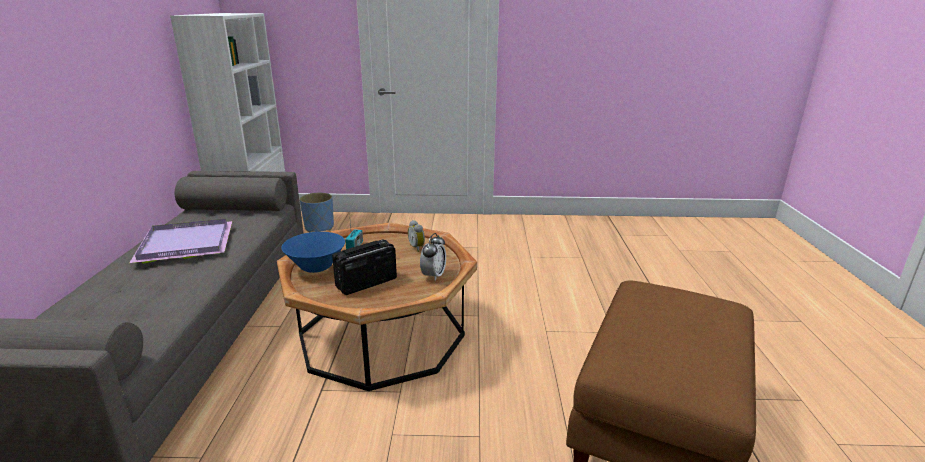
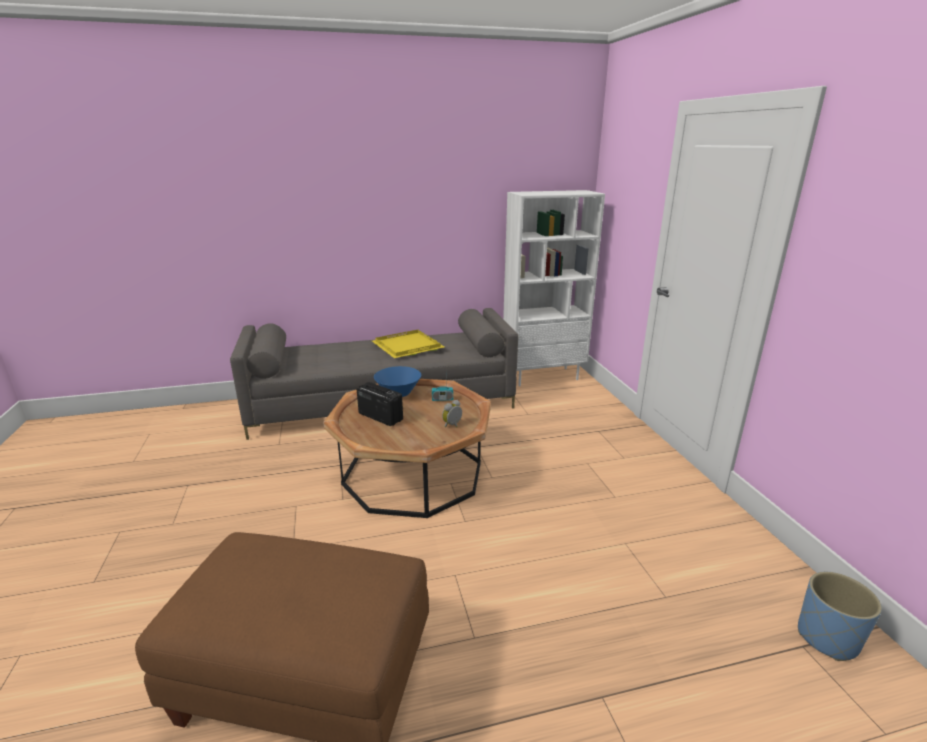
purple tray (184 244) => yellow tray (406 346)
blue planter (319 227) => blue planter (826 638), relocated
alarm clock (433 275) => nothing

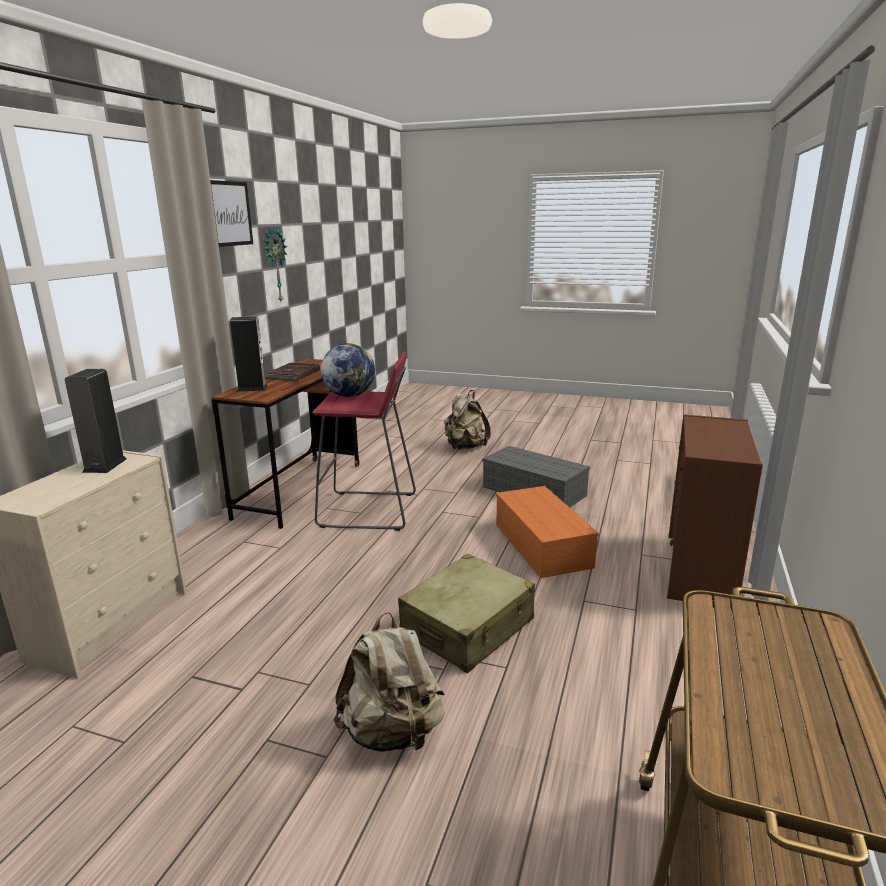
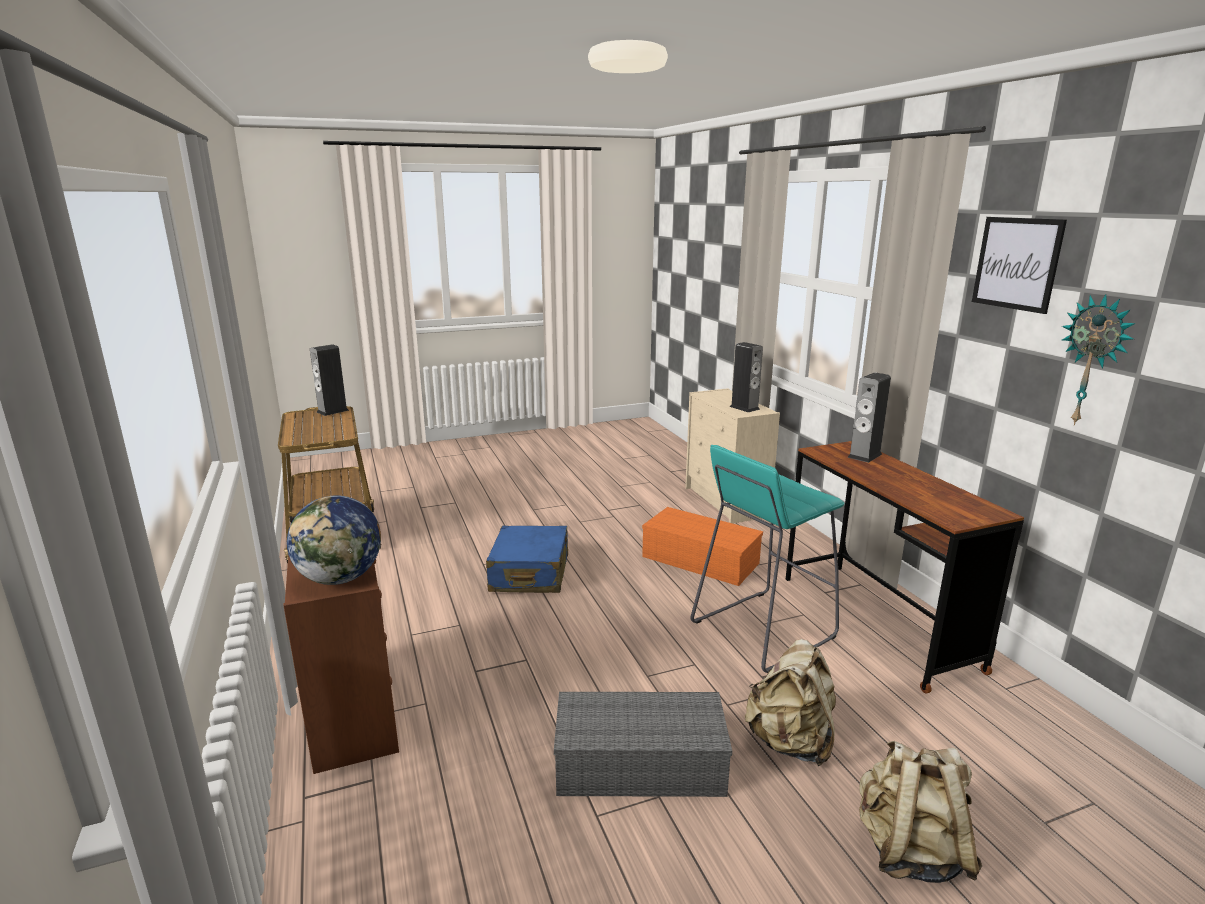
globe (349 395) => globe (341 578), relocated
nothing => speaker (332 411)
beige suitcase (468 627) => blue suitcase (529 573)
orange storage box (544 545) => orange storage box (698 560), relocated
red stool (369 511) => turquoise stool (762 629)
beige backpack (392 733) => beige backpack (790 742), relocated
brown book (293 374) => nothing

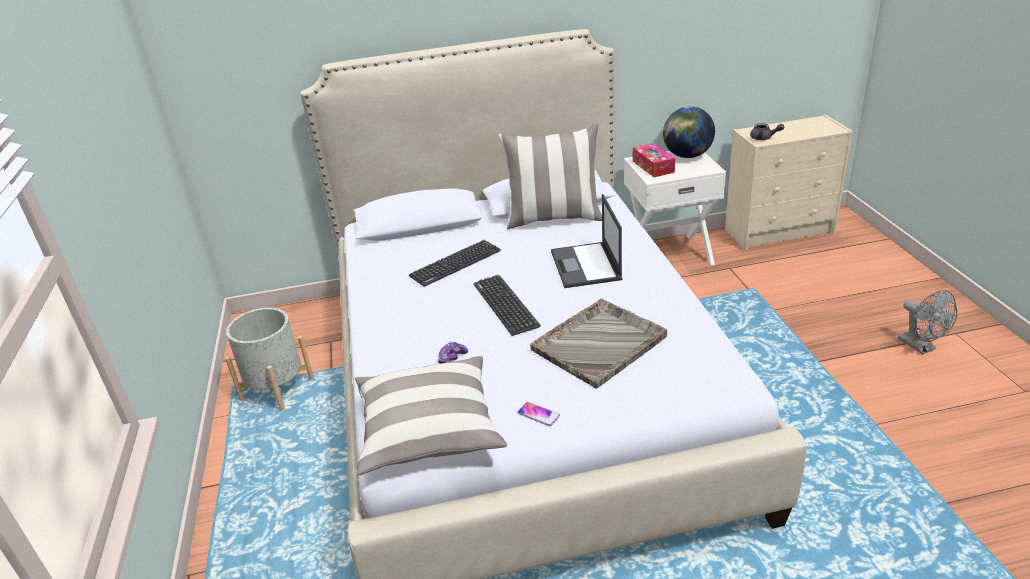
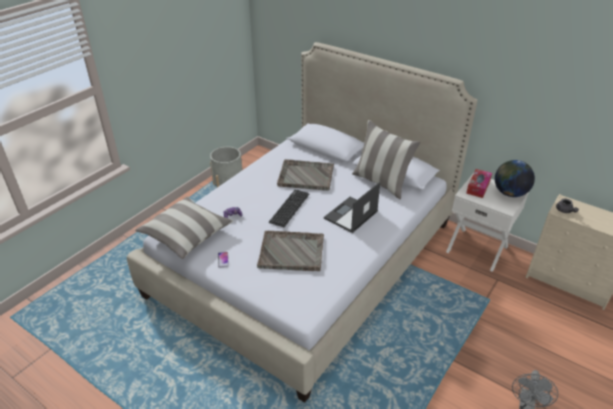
keyboard (455 263) => grey tray (305 176)

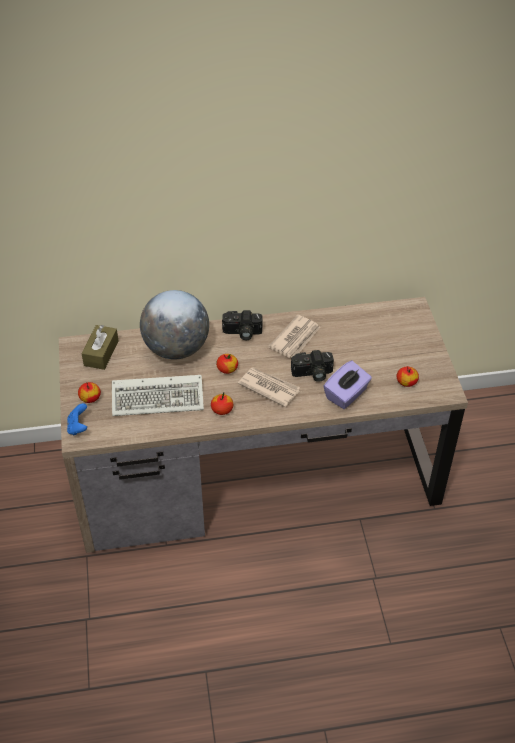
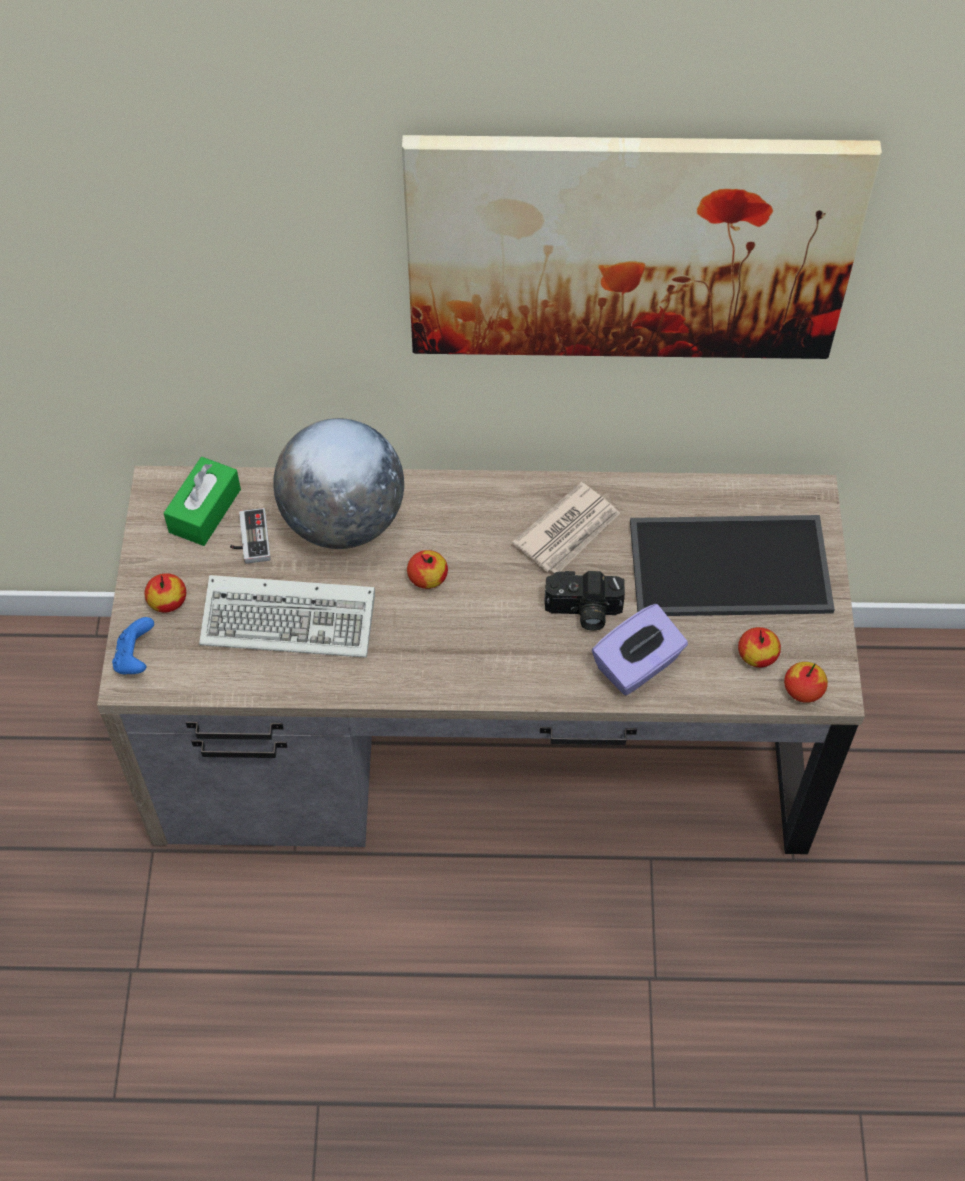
brown tissue box (101 353) => green tissue box (205 510)
nothing => game controller (249 539)
nothing => picture (629 247)
nothing => tray (728 569)
apple (222 410) => apple (803 689), relocated
photo camera (242 333) => nothing
newspaper (269 387) => nothing

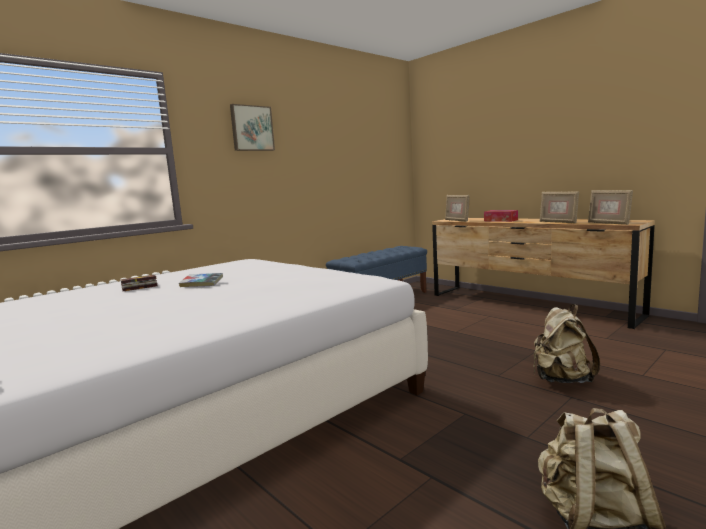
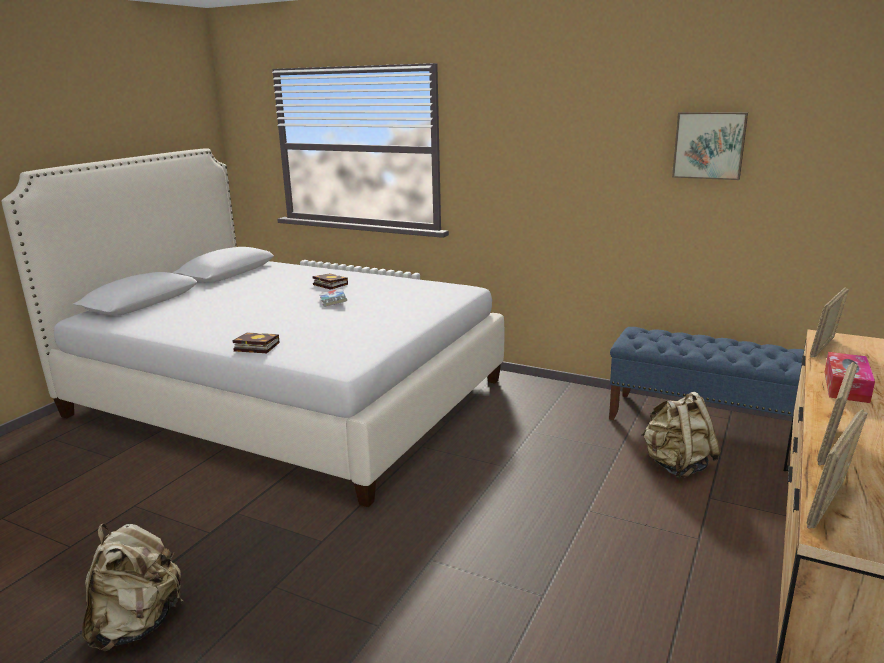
nothing => book (254 347)
beige backpack (561 379) => beige backpack (676 466), relocated
picture (251 128) => picture (709 145), relocated

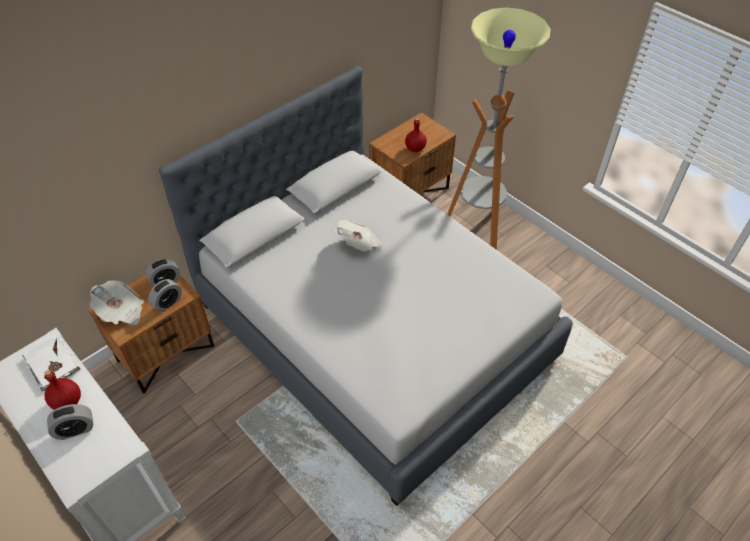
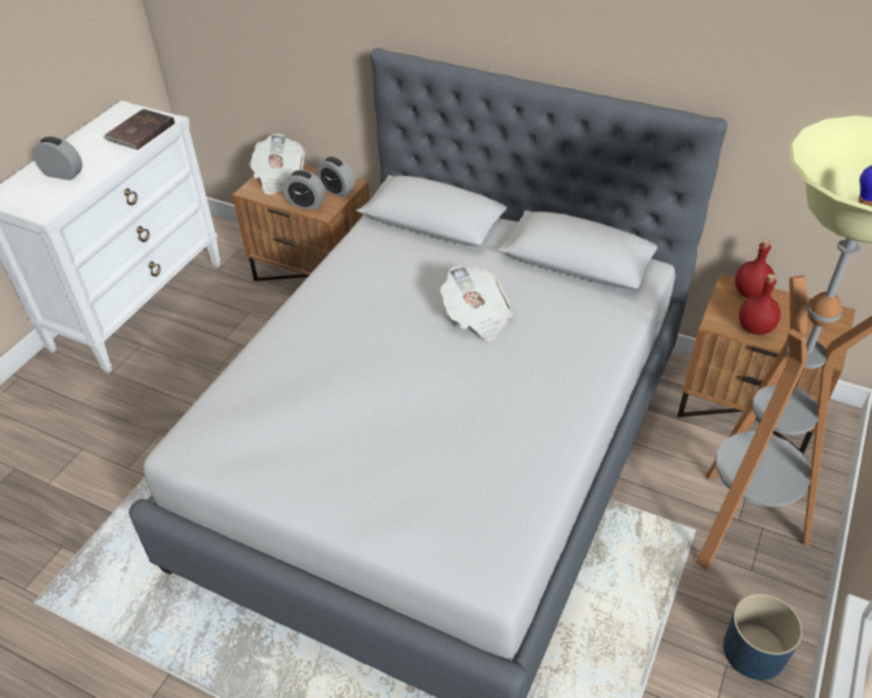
alarm clock (75 429) => alarm clock (63 174), 150 degrees clockwise
white book (51 364) => brown book (140 132)
nothing => blue planter (754 651)
red bottle (67 402) => red bottle (751 292), relocated

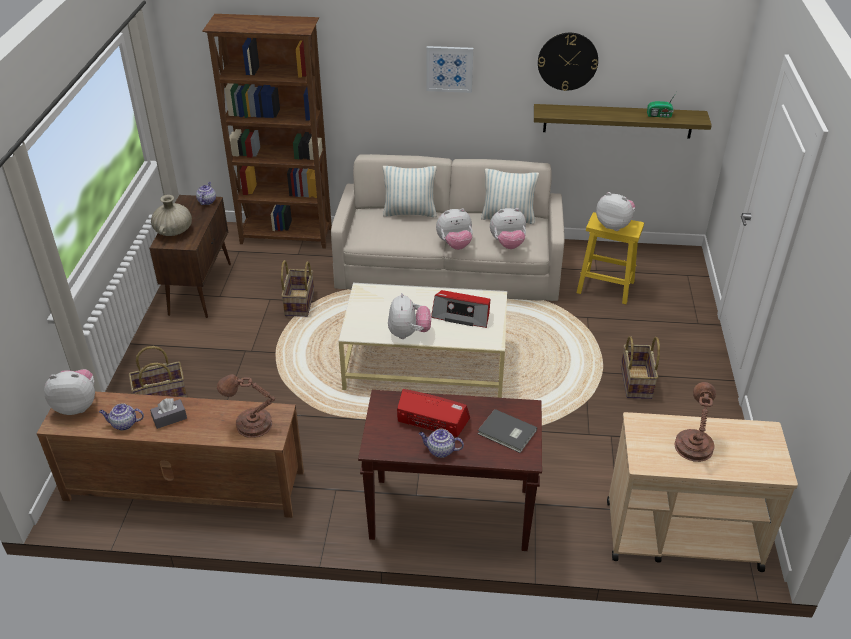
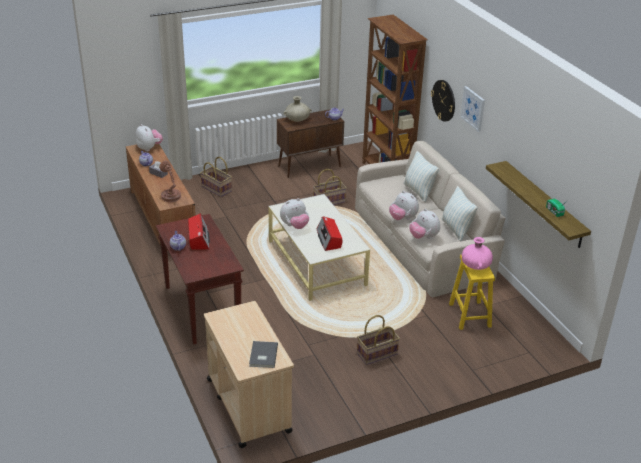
grey book (507 433) => grey book (262 356), relocated
wall clock (567 61) => wall clock (444 100), relocated
plush toy (614 225) => pink vase (475 265)
brown table lamp (693 444) => nothing

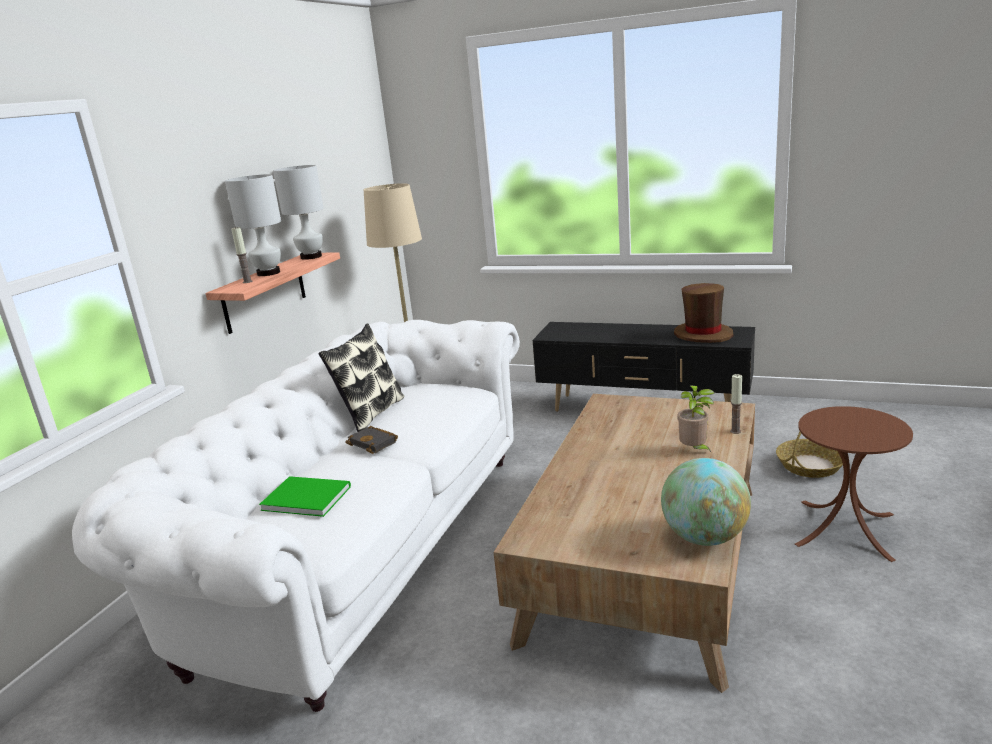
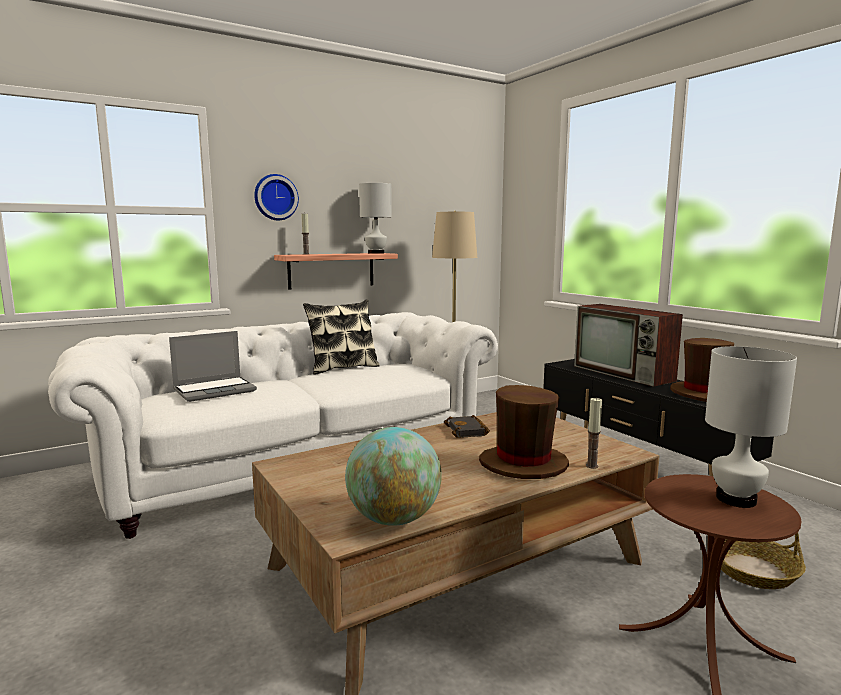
green book (305 497) => laptop (215 390)
nothing => wall clock (275 197)
black book (374 443) => black book (468 431), relocated
potted plant (694 450) => brown hat (523 464)
nothing => television (624 373)
white table lamp (268 273) => white table lamp (735 499), relocated

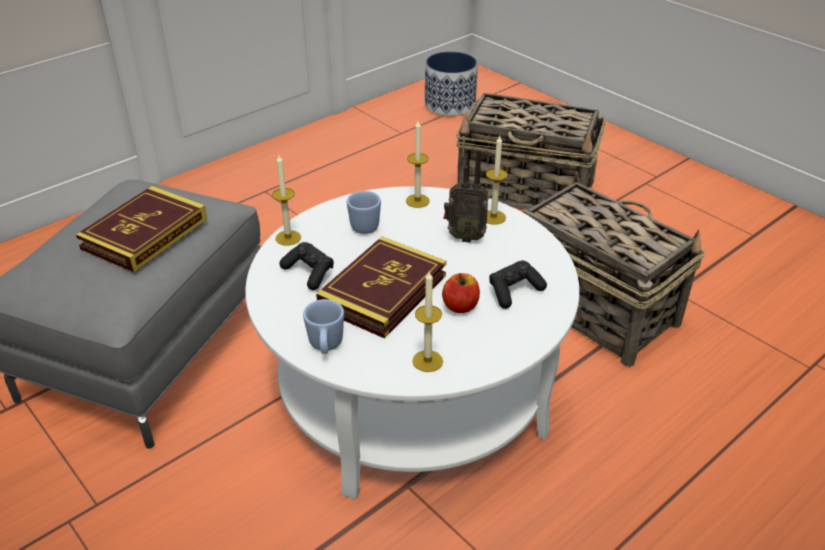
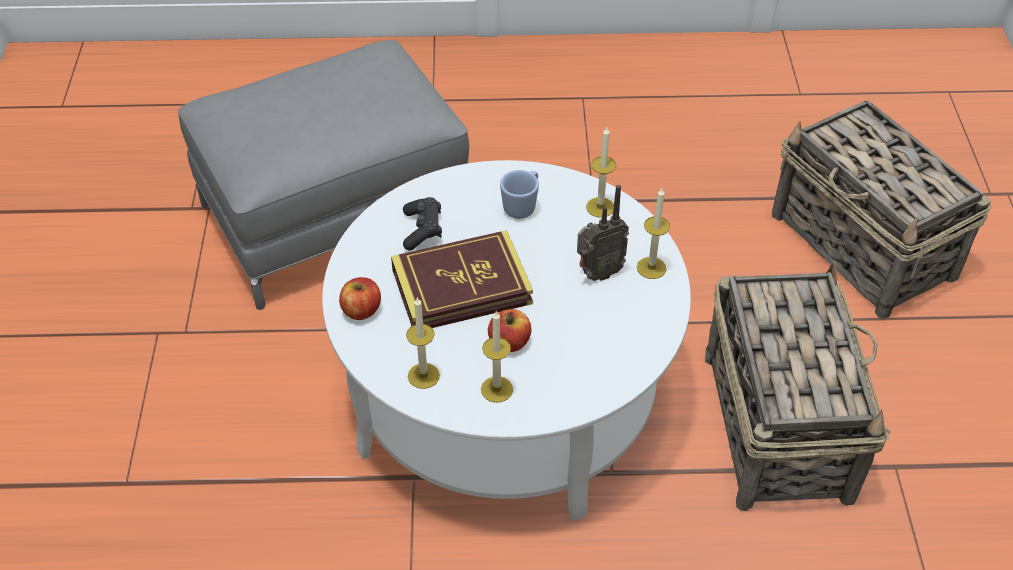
blue mug (326 347) => apple (361 310)
candle (288 238) => candle (496 389), relocated
radio (464 237) => radio (597 273), 75 degrees counterclockwise
book (145 234) => nothing
planter (450 105) => nothing
black game controller (514 291) => nothing

